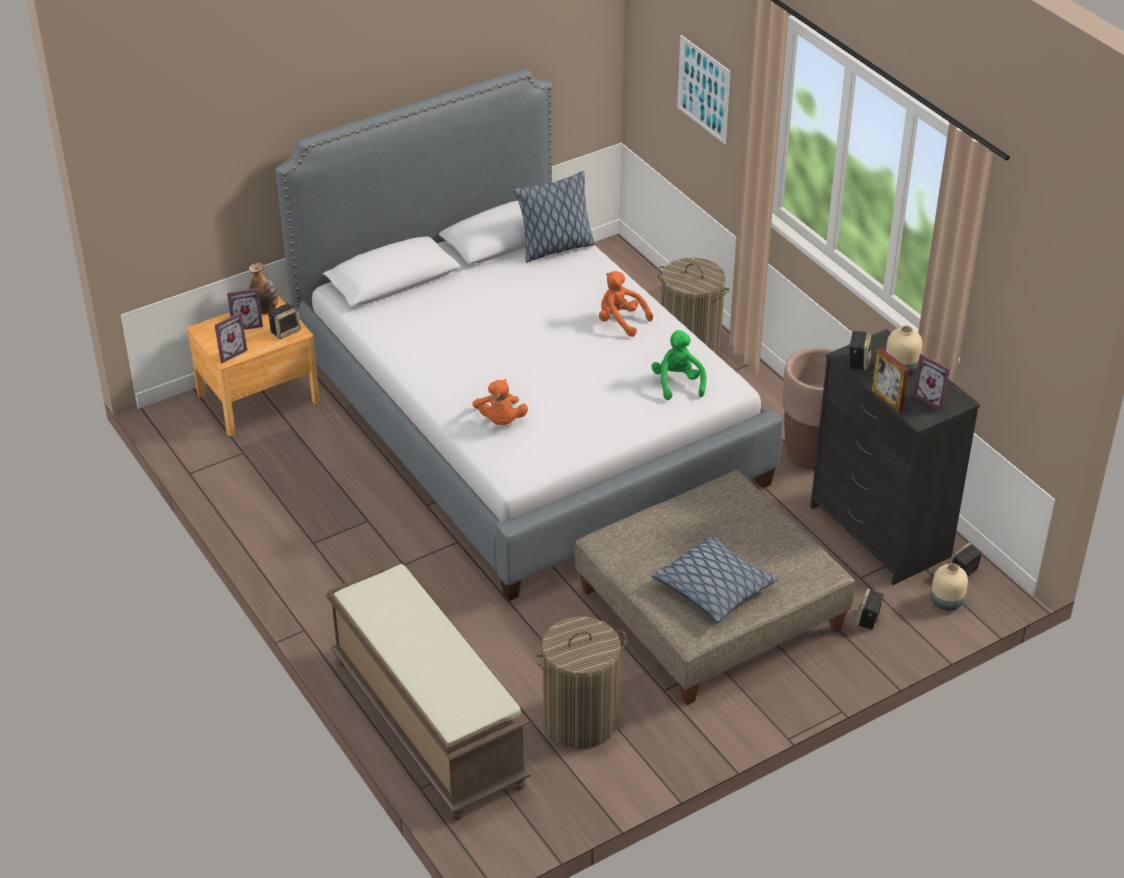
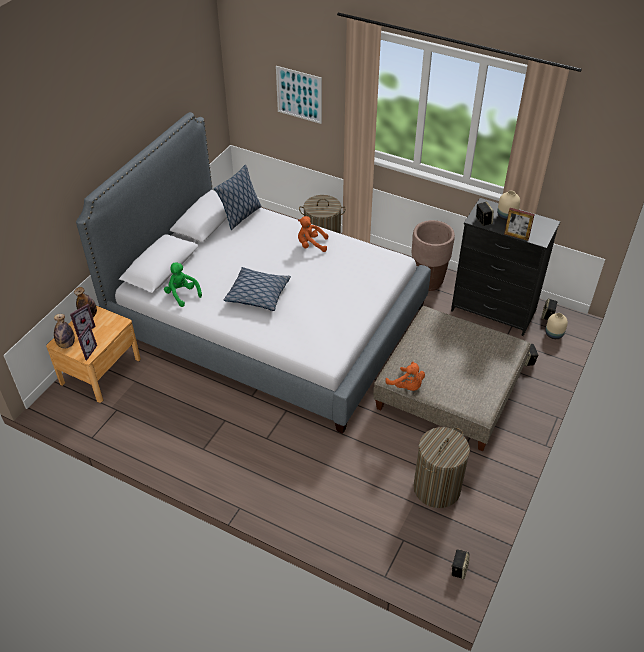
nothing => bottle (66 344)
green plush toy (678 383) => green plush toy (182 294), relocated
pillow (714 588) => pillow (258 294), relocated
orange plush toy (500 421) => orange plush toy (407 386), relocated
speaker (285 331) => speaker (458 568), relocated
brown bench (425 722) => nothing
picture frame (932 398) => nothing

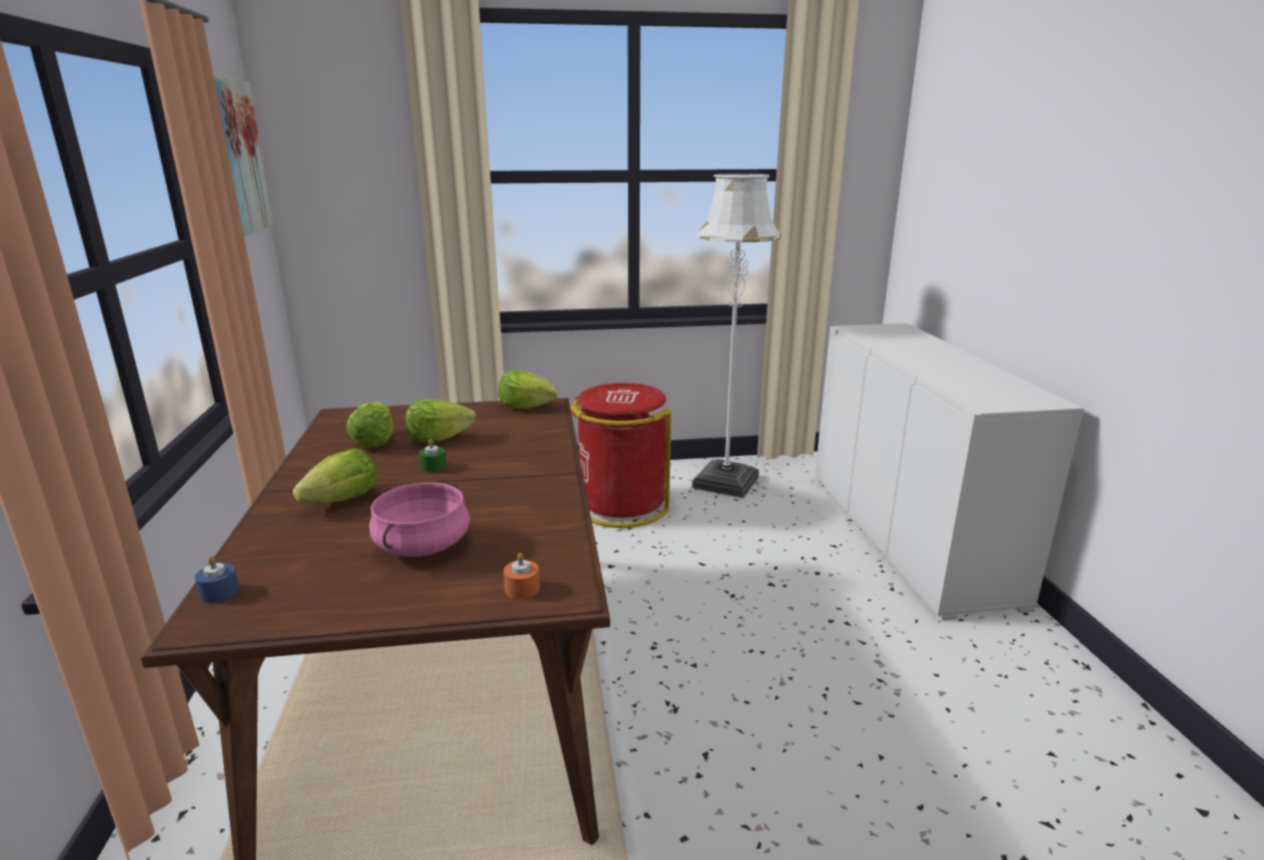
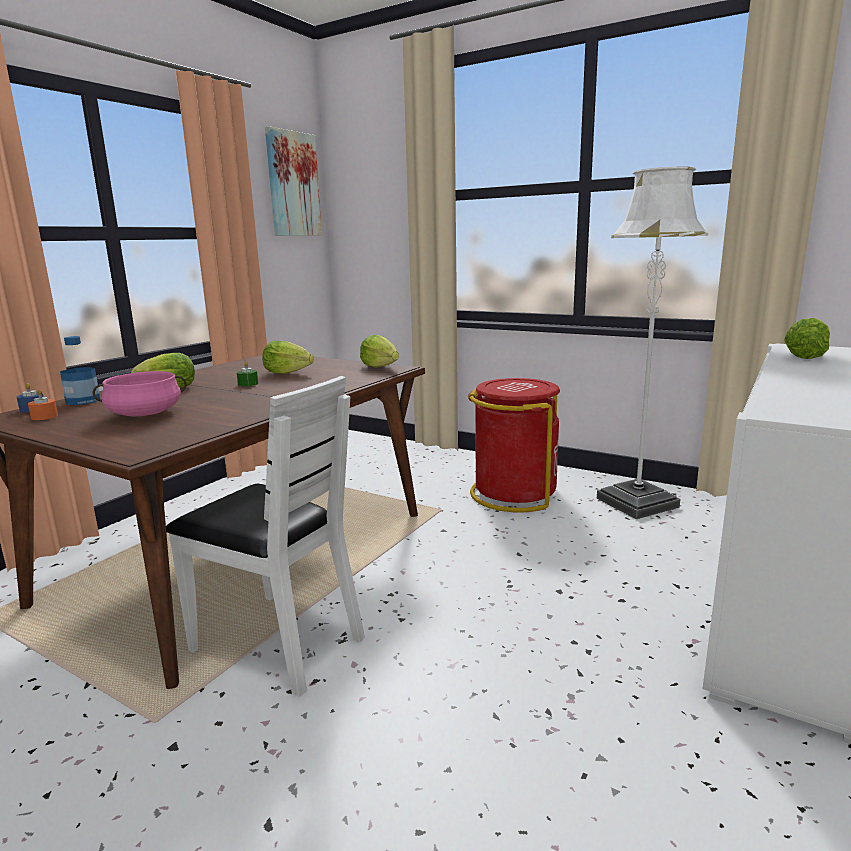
orange candle (522 589) => orange candle (44 416), relocated
nothing => bottle (83 401)
nothing => white chair (278 642)
lettuce (374 442) => lettuce (805 356), relocated

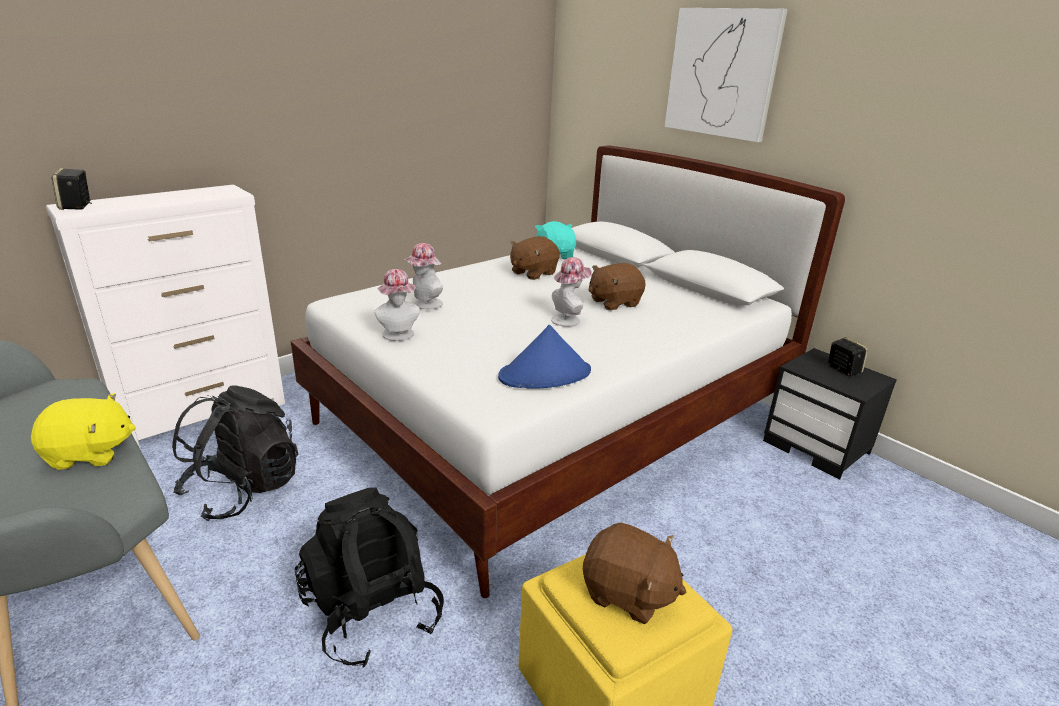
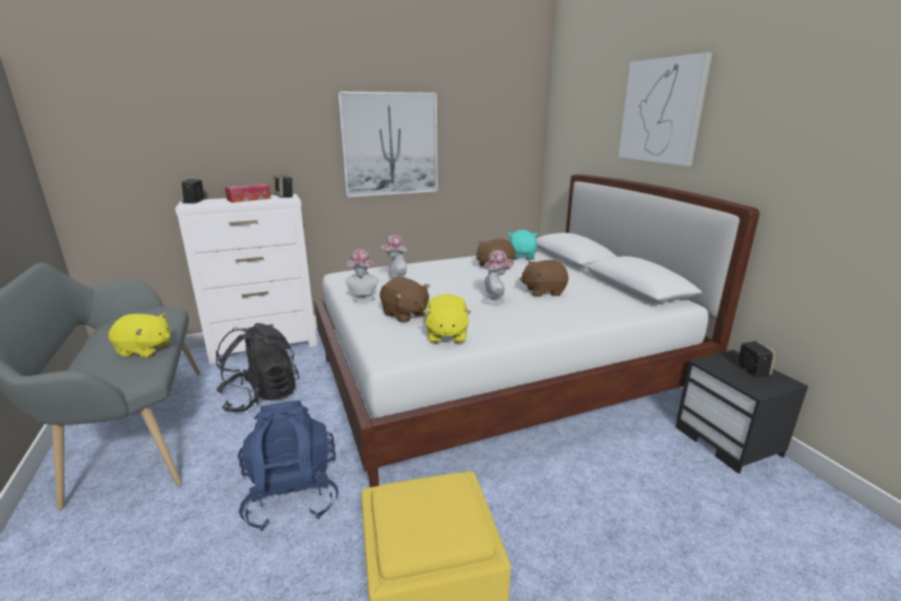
nothing => tissue box (248 199)
black backpack (372 613) => blue backpack (292 495)
nothing => speaker (284 196)
nothing => picture (390 144)
brown plush toy (628 594) => brown plush toy (405 314), relocated
blue hat (545 375) => yellow plush toy (446 335)

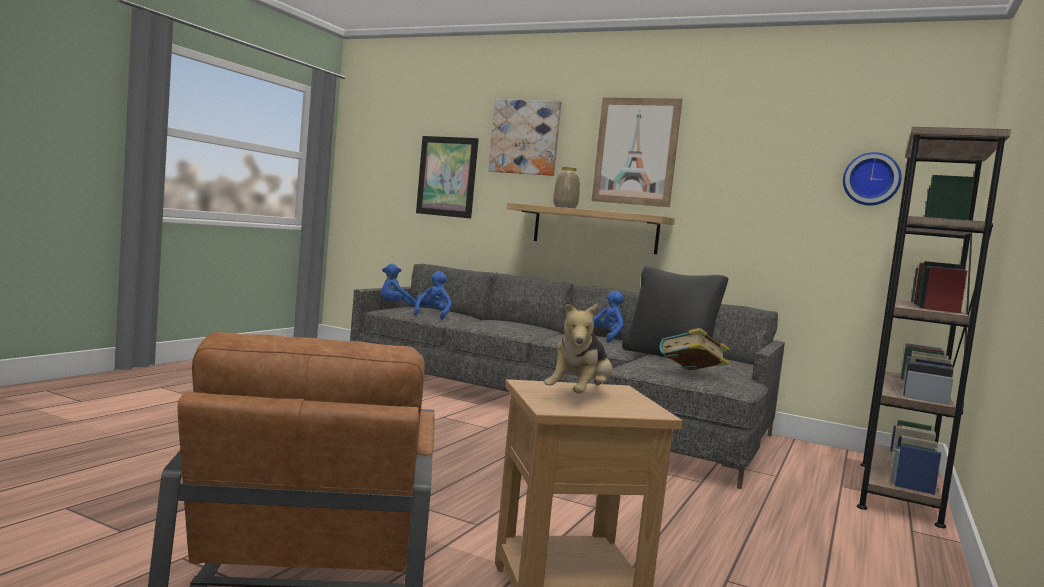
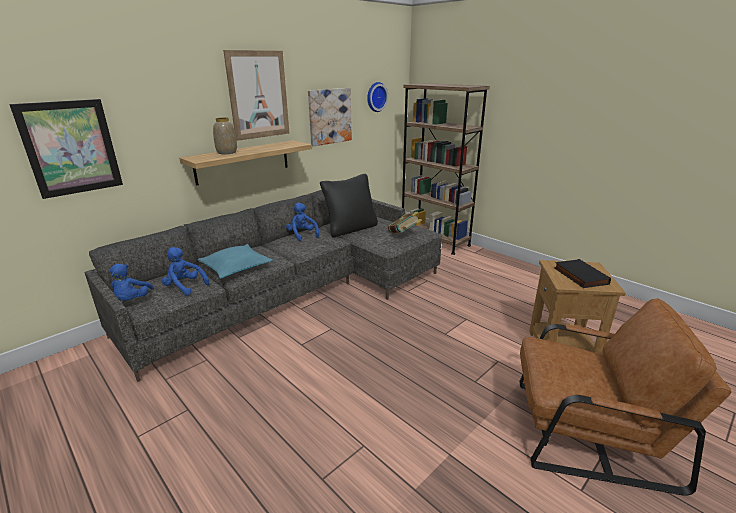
nothing => turquoise pillow (236 267)
picture (525 137) => picture (329 116), relocated
plush toy (579 396) => black book (579 276)

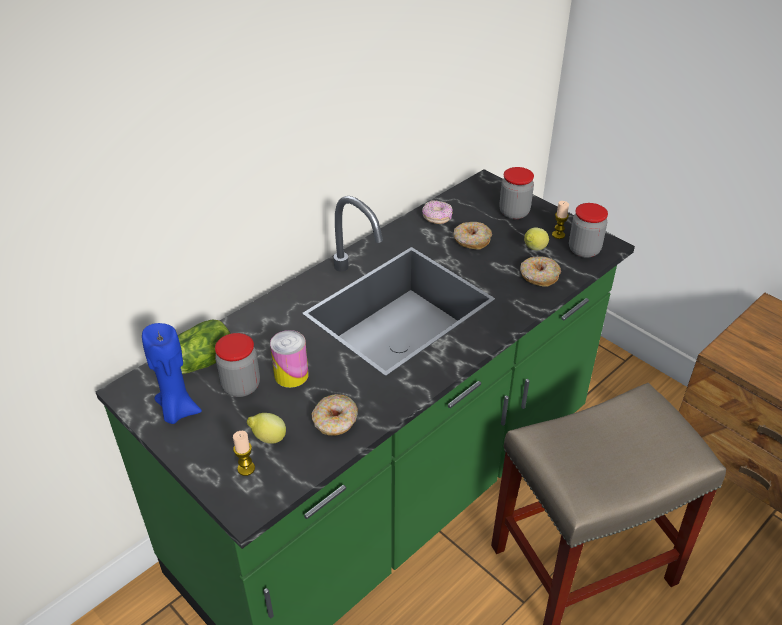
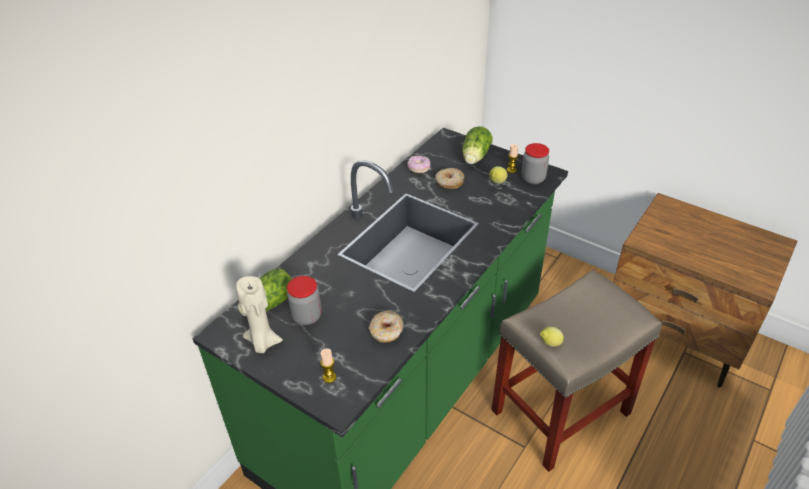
blue candle (177 411) => beige candle (262 343)
jar (514 212) => lettuce (474 157)
lemon (268 438) => lemon (549 344), relocated
can (291 375) => nothing
donut (538 276) => nothing

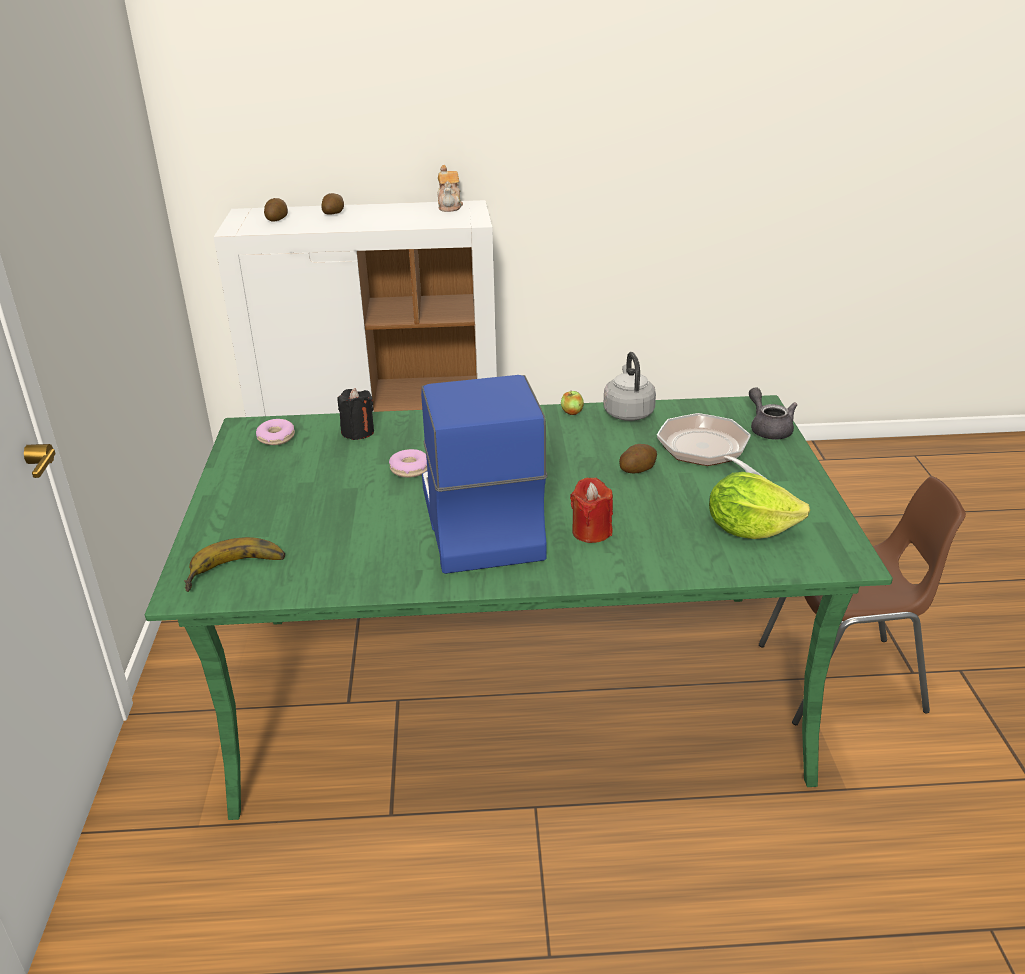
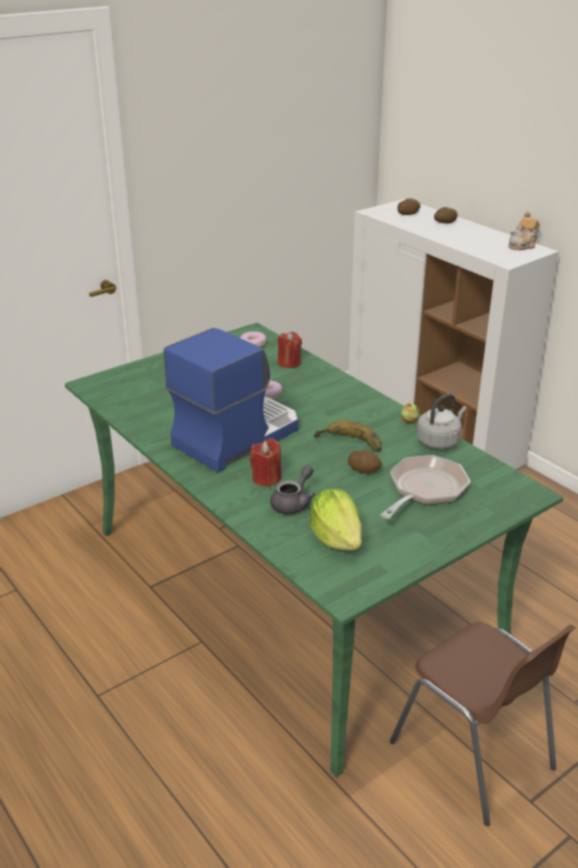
grey teapot (768 429) => grey teapot (293 503), relocated
black candle (357 432) => red candle (289 363)
banana (236 573) => banana (349 444), relocated

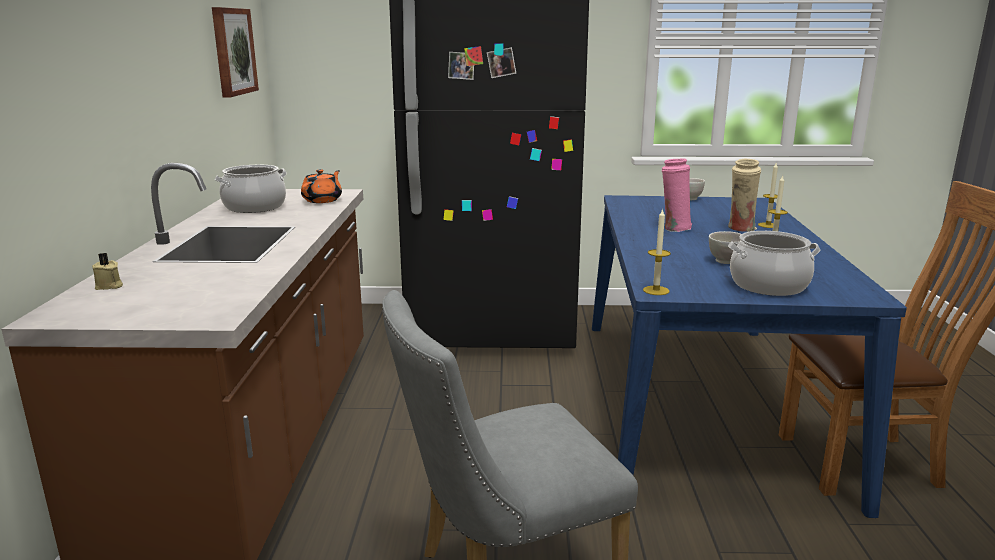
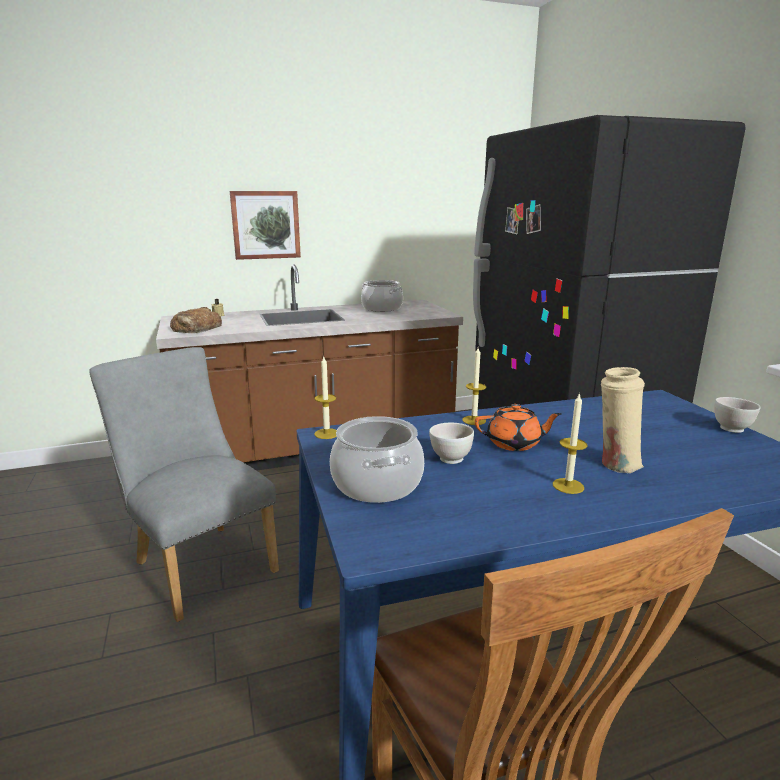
nothing => bread (196 328)
picture (232 51) => picture (265 225), relocated
candle (768 225) => candle (474 420), relocated
orange teapot (323 200) => orange teapot (514 443), relocated
pink vase (674 228) => nothing

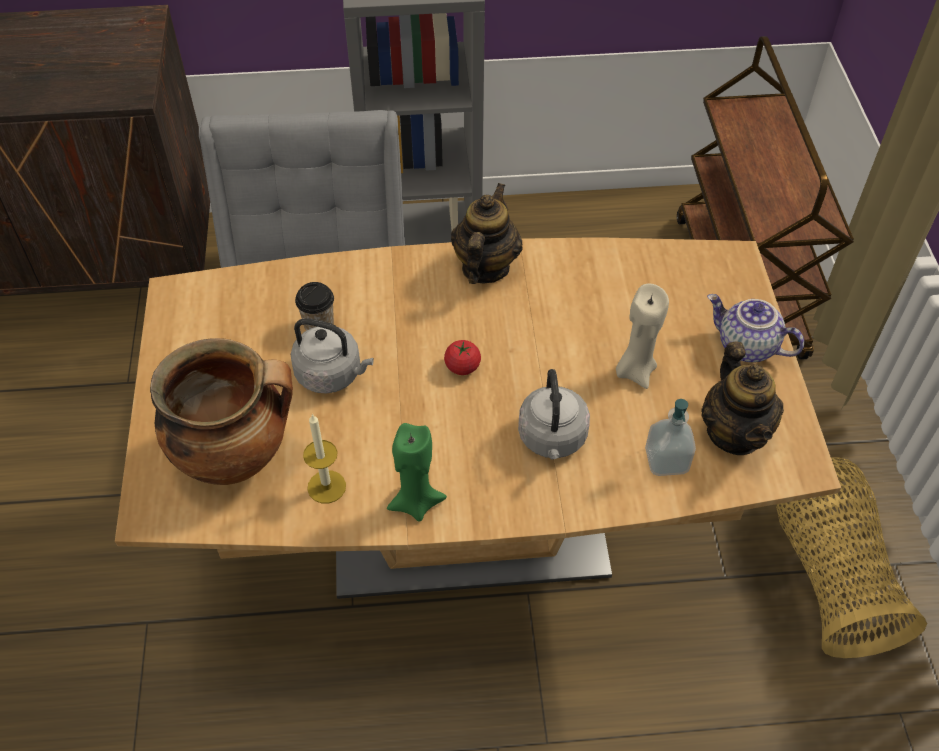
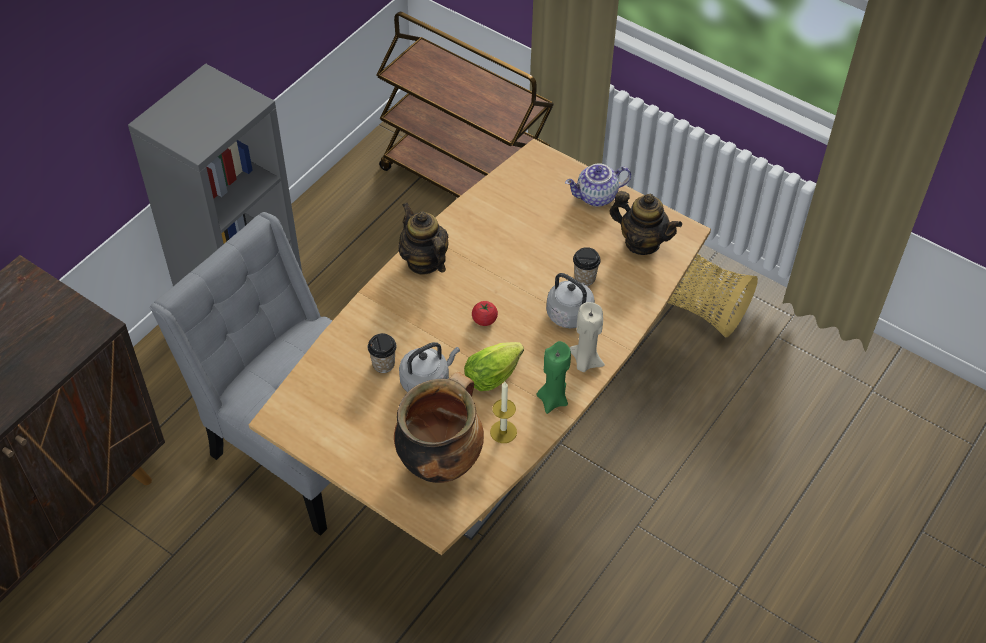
nothing => lettuce (495 374)
beige candle (635 371) => beige candle (585 361), relocated
nothing => cup (585 278)
soap dispenser (666 460) => nothing

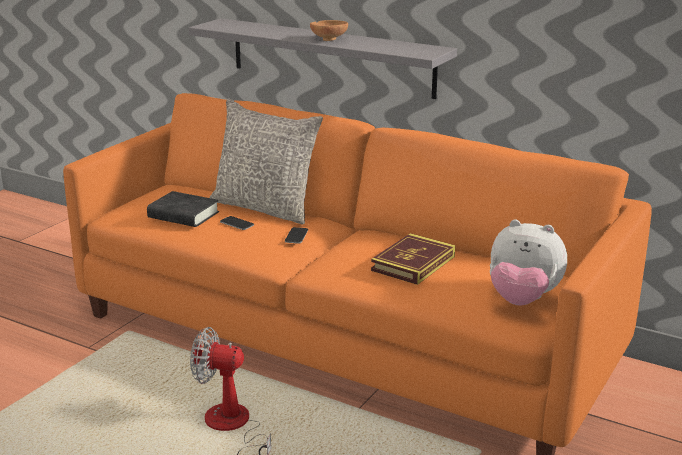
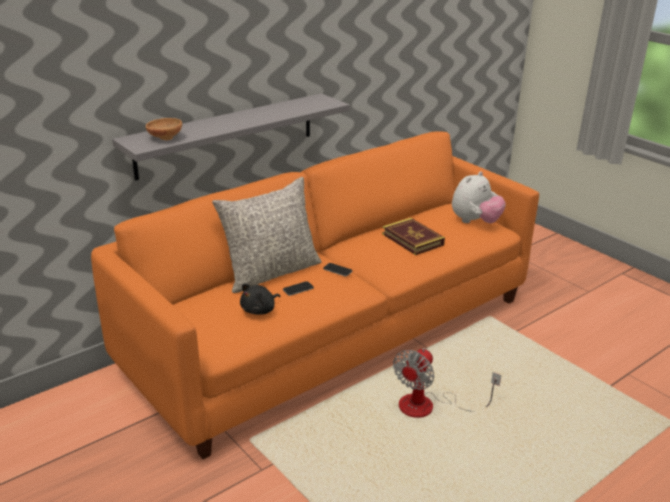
brown bowl (329 39) => brown bowl (164 138), relocated
black book (183 215) => black plush toy (259 310)

